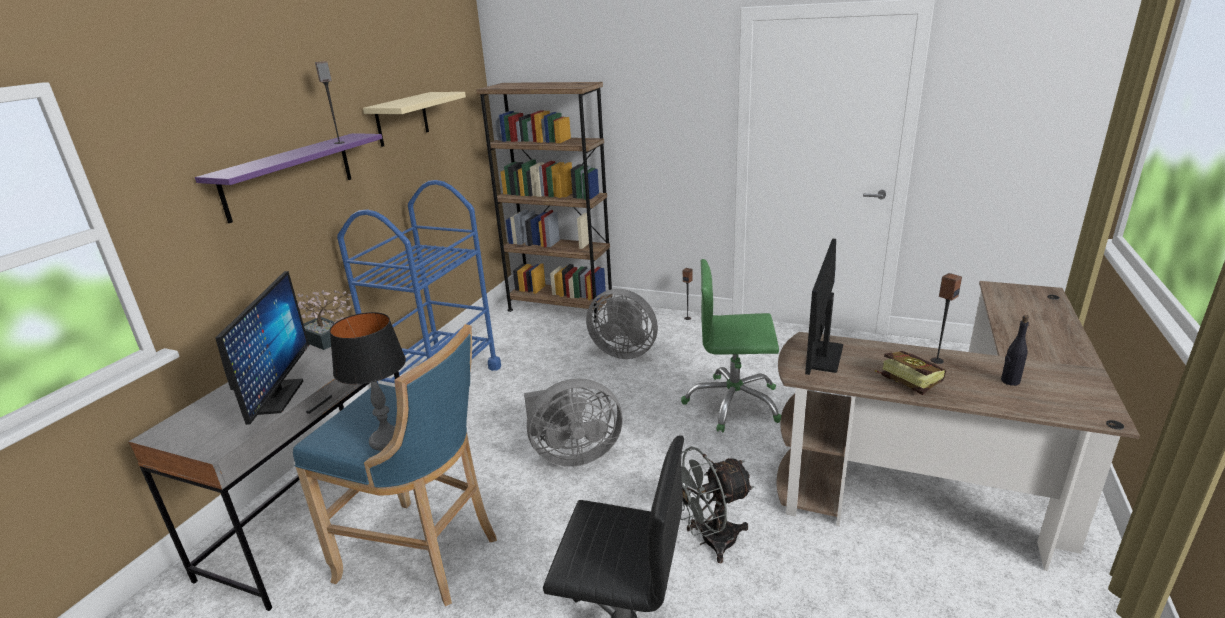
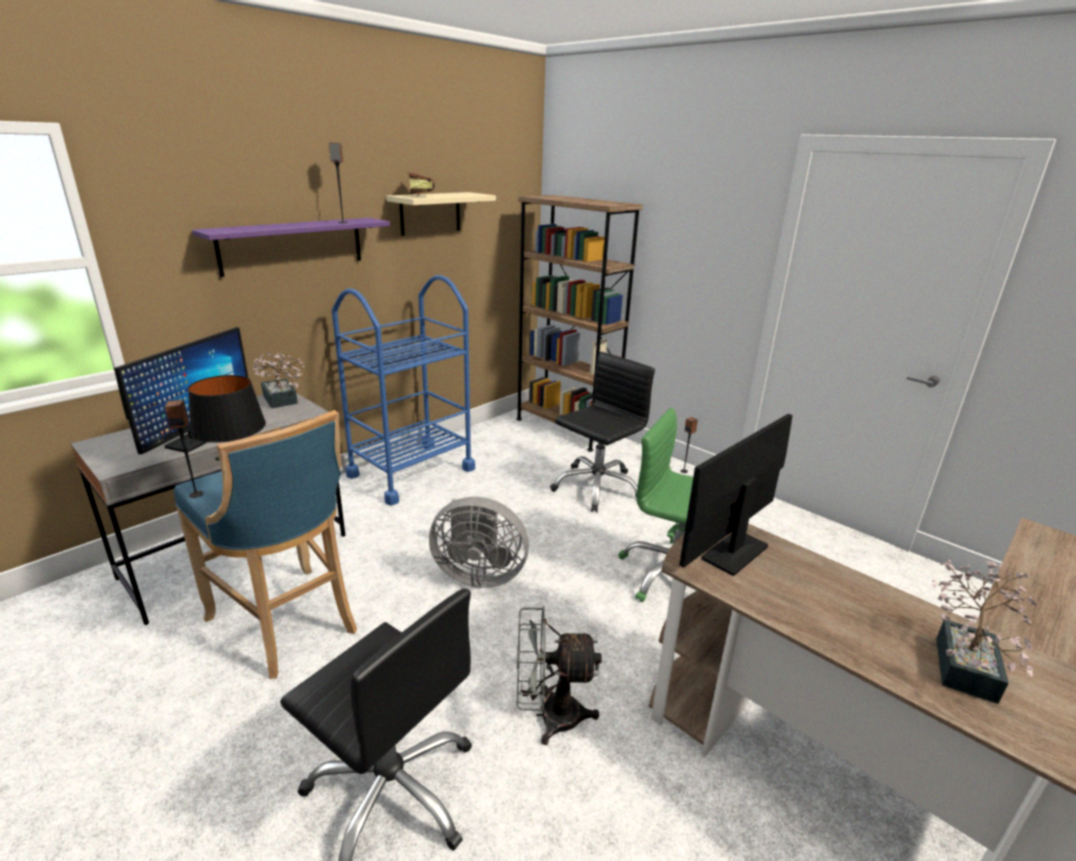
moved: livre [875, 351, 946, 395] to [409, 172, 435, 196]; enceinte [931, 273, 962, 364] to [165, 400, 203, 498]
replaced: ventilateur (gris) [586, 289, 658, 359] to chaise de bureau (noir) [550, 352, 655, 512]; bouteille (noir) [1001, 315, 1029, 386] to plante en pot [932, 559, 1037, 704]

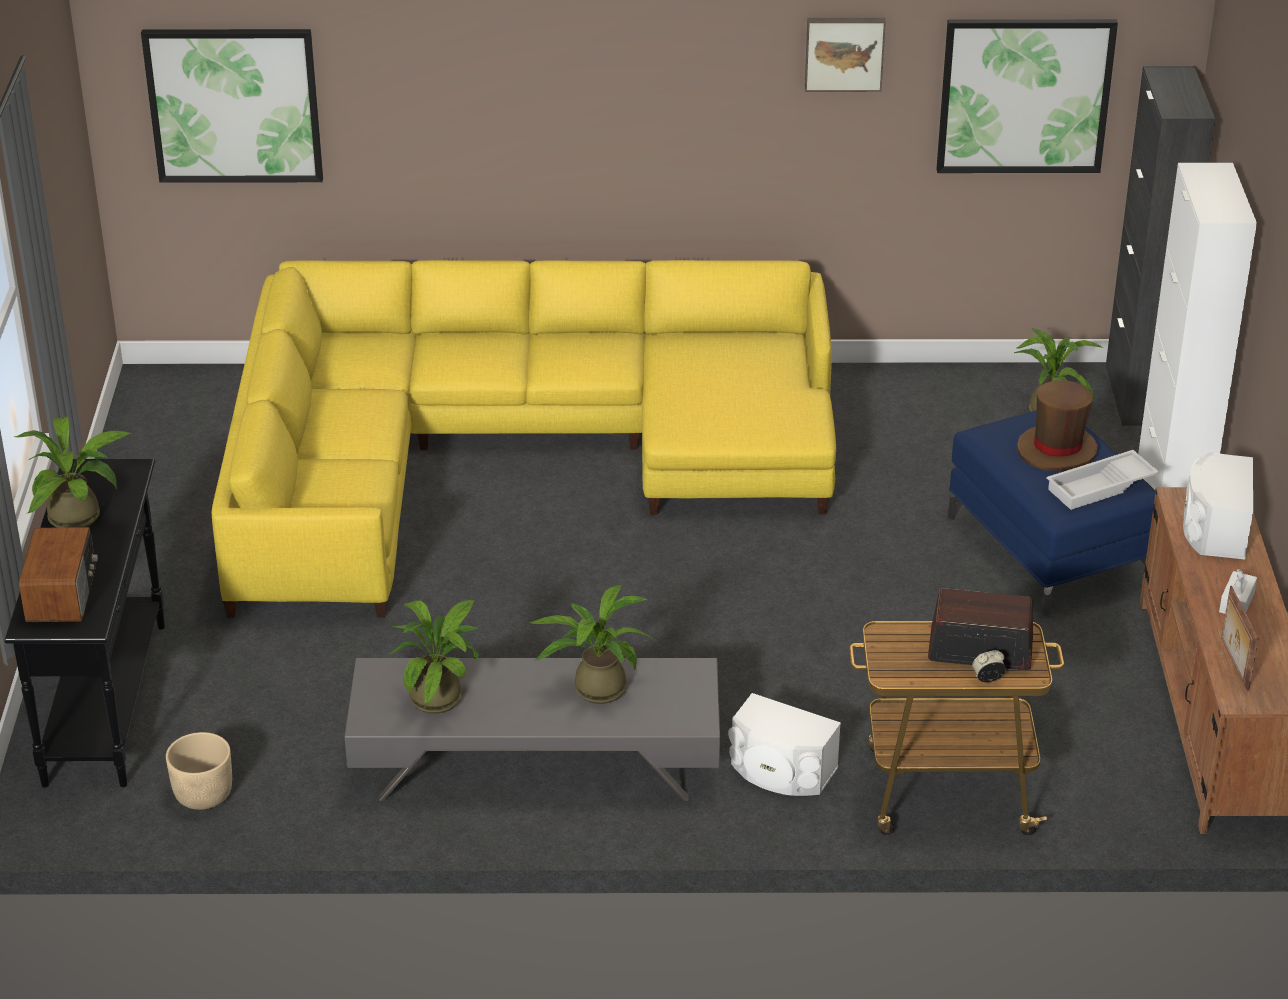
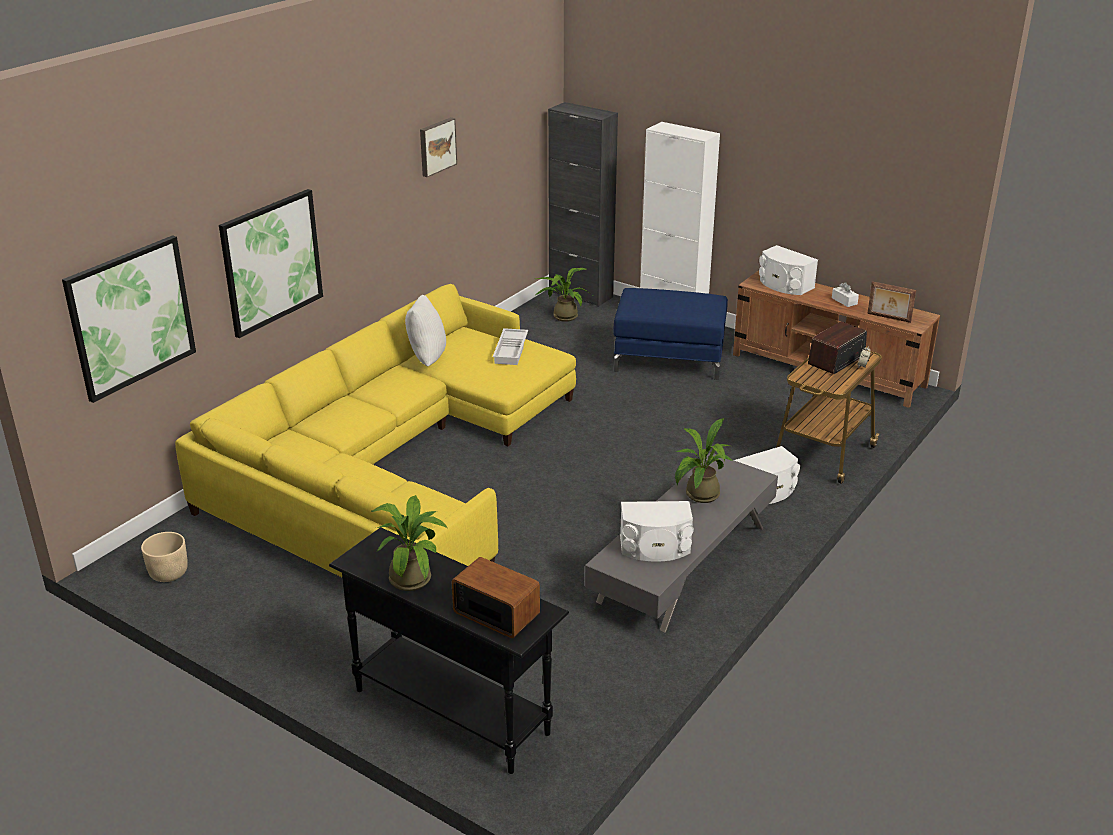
removed: chapeau (marron) [1017, 380, 1098, 471]
added: coussin (blanc) [405, 295, 446, 367]
moved: cache-pot (beige) [166, 732, 232, 810] to [141, 532, 188, 582]; tableau [937, 19, 1118, 173] to [219, 189, 323, 338]; plateau (blanc) [1046, 450, 1159, 510] to [493, 328, 528, 365]
replaced: plante en pot [390, 600, 479, 714] to enceinte (blanc) [620, 501, 694, 562]

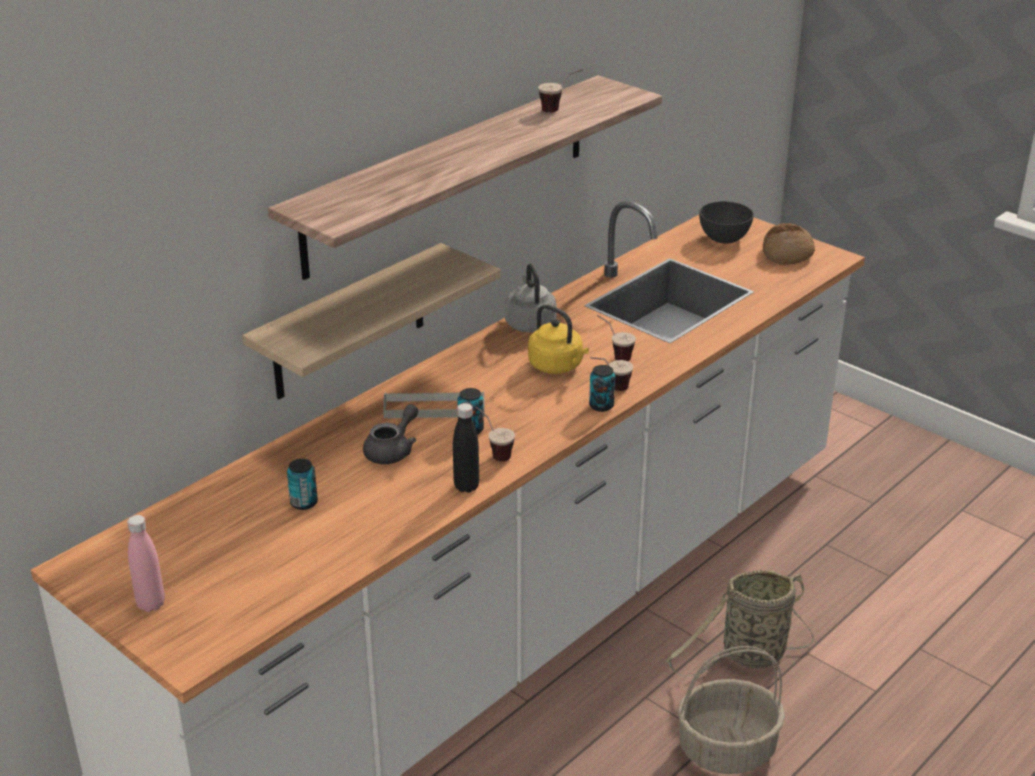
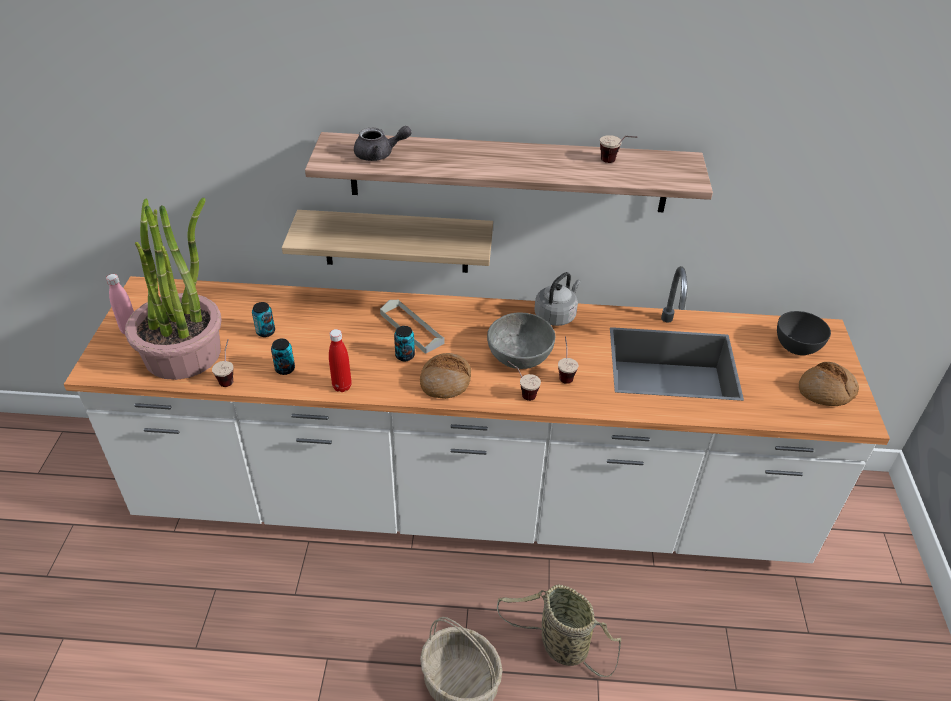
added: plante en pot [125, 198, 221, 380]; pain [420, 353, 471, 399]
moved: théière (gris) [363, 404, 418, 464] to [354, 126, 412, 161]; tasse [476, 407, 515, 461] to [212, 339, 233, 387]; boîte métallique [589, 365, 615, 412] to [271, 339, 295, 375]
replaced: bouilloire (jaune) [528, 305, 589, 374] to bol (gris) [487, 312, 555, 369]
recoloured: bouteille (noir) [453, 403, 479, 493] to bouteille (rouge) [329, 329, 352, 392]

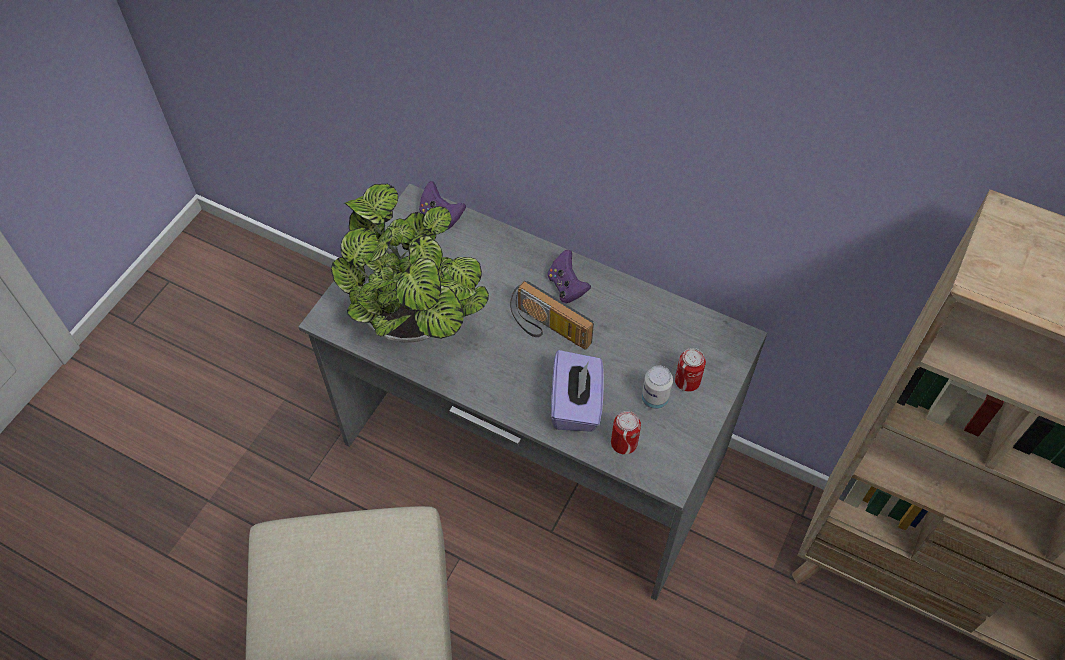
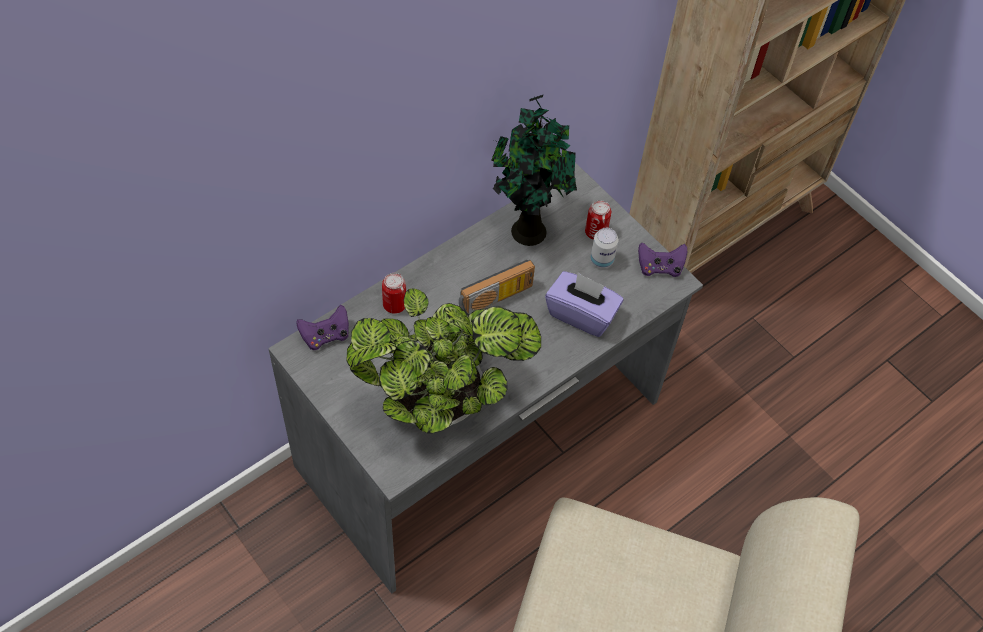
added: plante en pot [491, 94, 577, 246]
moved: manette (violet) [548, 250, 591, 304] to [638, 242, 687, 277]; boîte métallique [611, 411, 641, 455] to [382, 273, 406, 314]

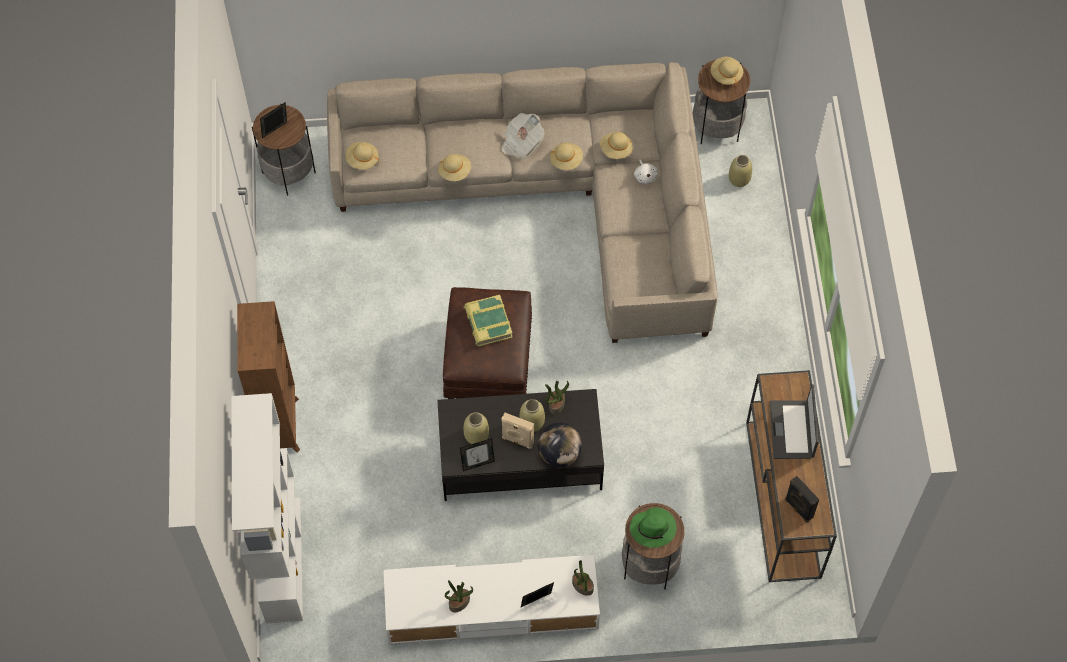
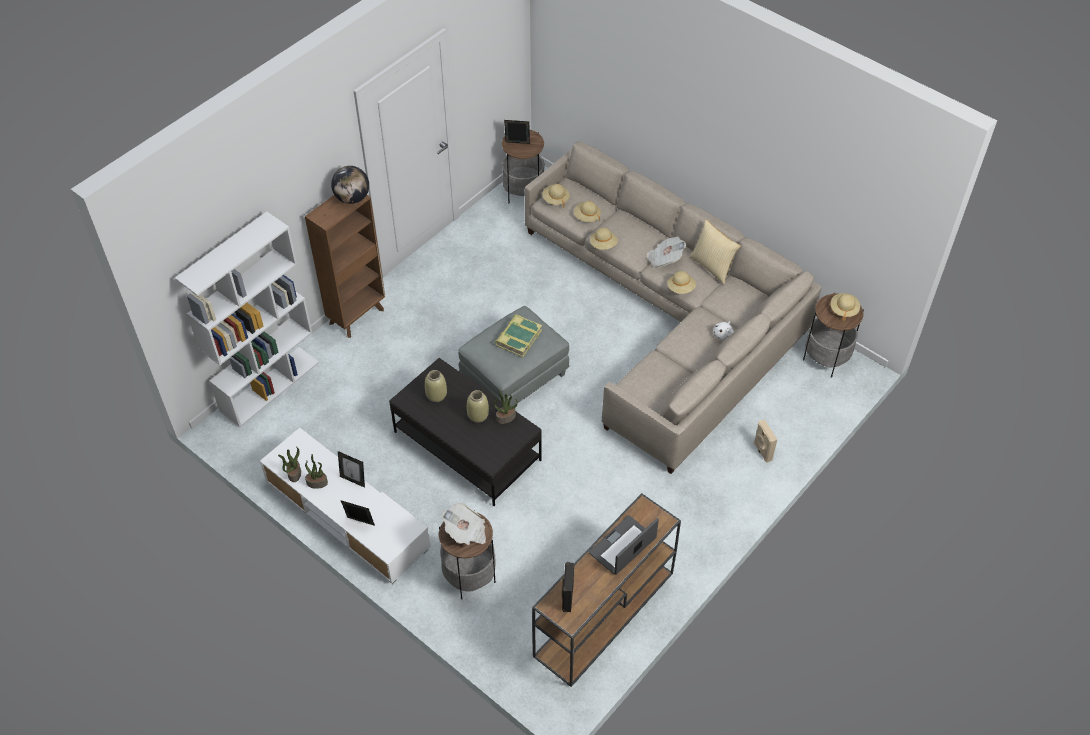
removed: vase (beige) [729, 155, 752, 187]
added: coussin [690, 219, 741, 285]
moved: cadre photo [460, 438, 495, 471] to [338, 451, 365, 488]; enceinte (beige) [501, 413, 534, 449] to [754, 419, 777, 463]; globe [537, 423, 582, 467] to [331, 166, 369, 204]; plante en pot [572, 560, 594, 596] to [278, 447, 301, 482]; chapeau (beige) [600, 132, 633, 159] to [574, 201, 601, 222]
replaced: chapeau (vert) [630, 507, 677, 548] to journal [442, 503, 486, 545]
recoloured: pouf (marron) [443, 287, 532, 399] to pouf (gris) [458, 306, 569, 406]

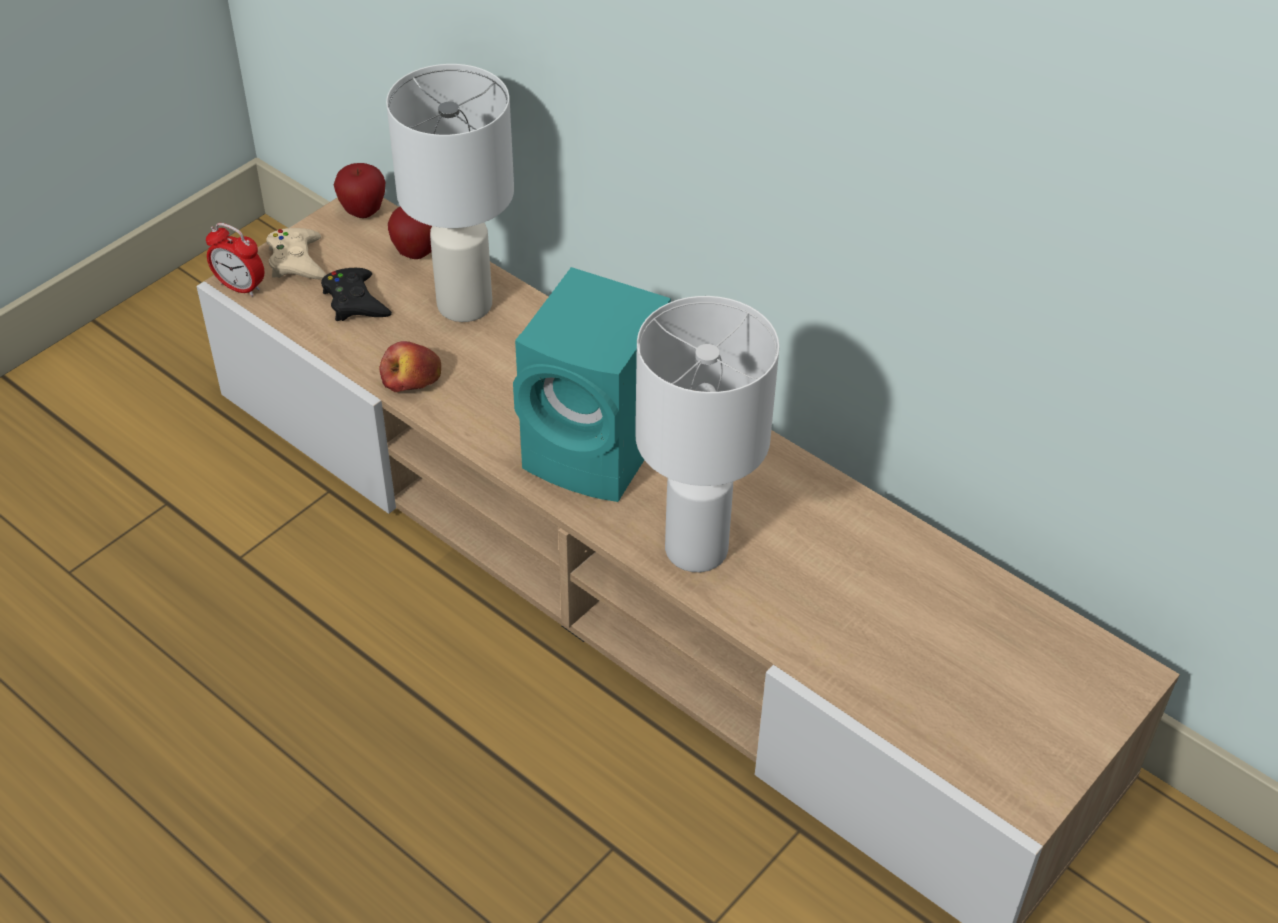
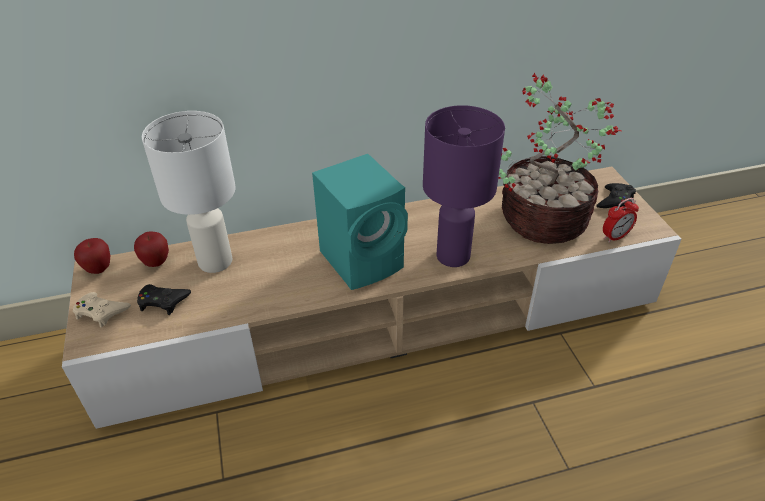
removed: pomme [380, 341, 441, 392]
added: plante en pot [498, 73, 621, 244]; manette (noir) [596, 183, 636, 208]
moved: réveil [206, 223, 264, 297] to [603, 198, 639, 243]
recoloured: lampe de table (blanc) [635, 296, 780, 572] to lampe de table (violet) [423, 105, 505, 267]

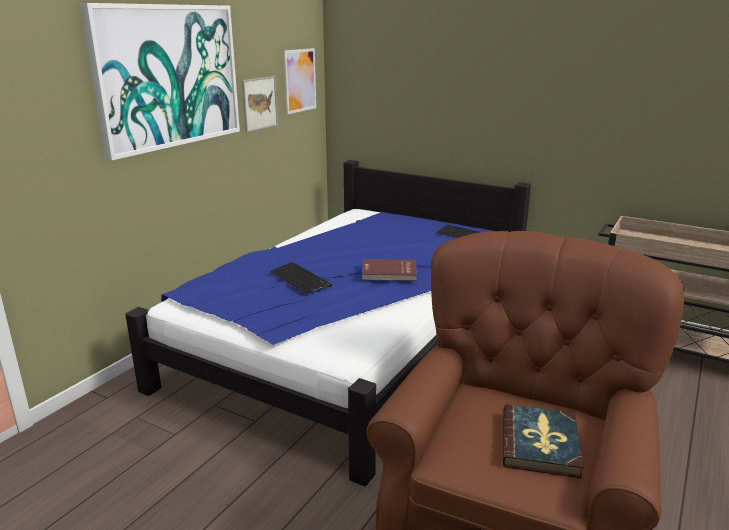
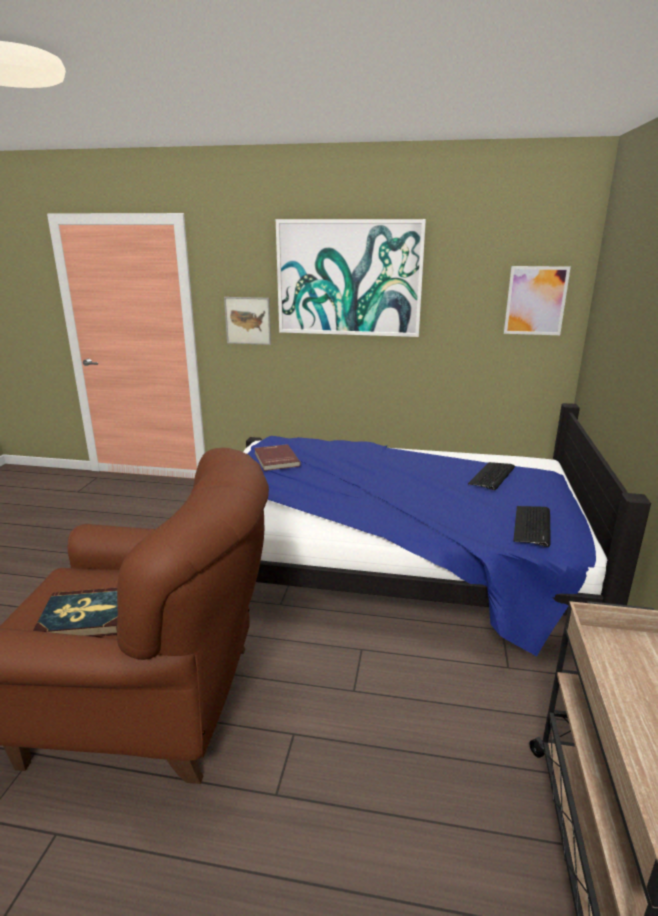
moved: tableau [242, 76, 278, 132] to [224, 297, 271, 345]; clavier [270, 262, 332, 294] to [468, 462, 515, 490]; livre (rouge) [362, 259, 417, 281] to [254, 444, 301, 471]

